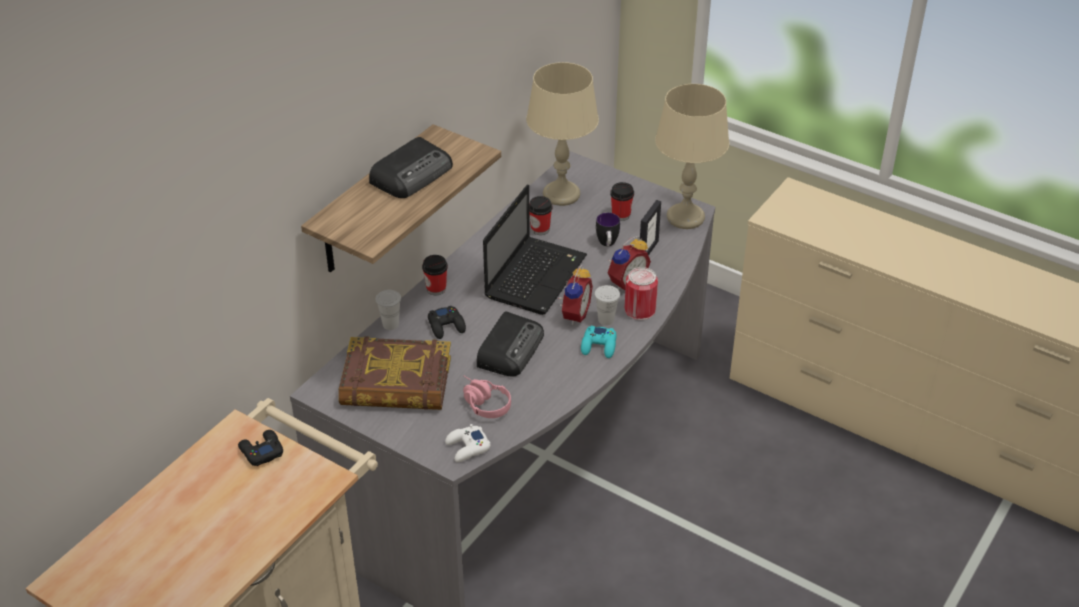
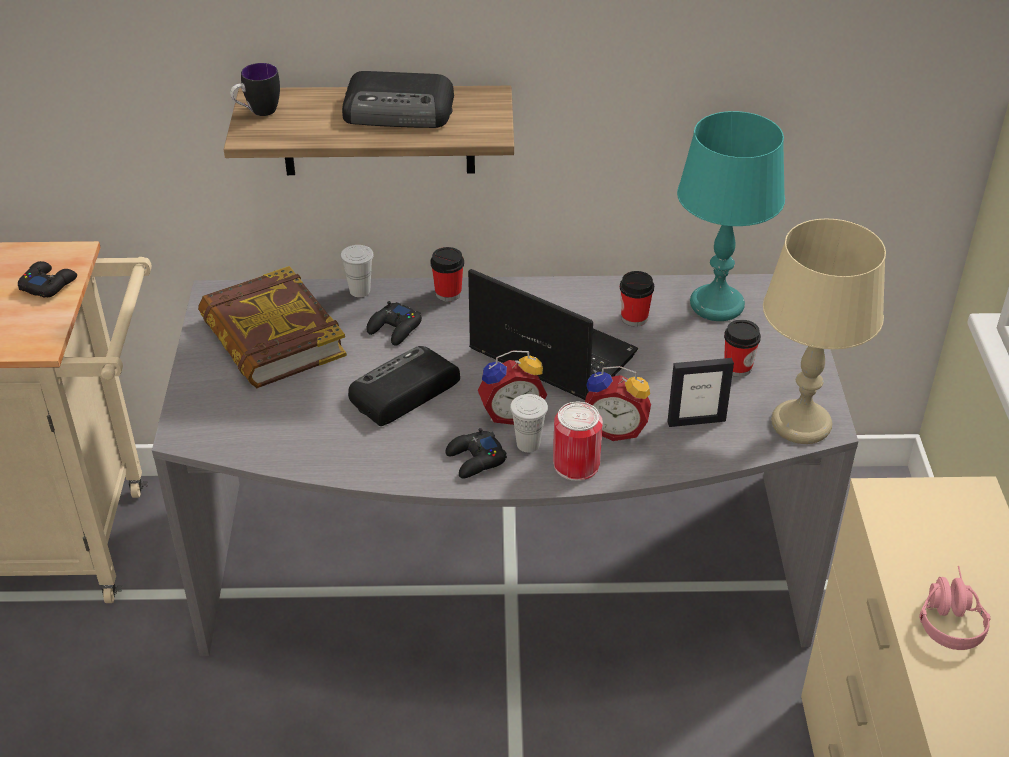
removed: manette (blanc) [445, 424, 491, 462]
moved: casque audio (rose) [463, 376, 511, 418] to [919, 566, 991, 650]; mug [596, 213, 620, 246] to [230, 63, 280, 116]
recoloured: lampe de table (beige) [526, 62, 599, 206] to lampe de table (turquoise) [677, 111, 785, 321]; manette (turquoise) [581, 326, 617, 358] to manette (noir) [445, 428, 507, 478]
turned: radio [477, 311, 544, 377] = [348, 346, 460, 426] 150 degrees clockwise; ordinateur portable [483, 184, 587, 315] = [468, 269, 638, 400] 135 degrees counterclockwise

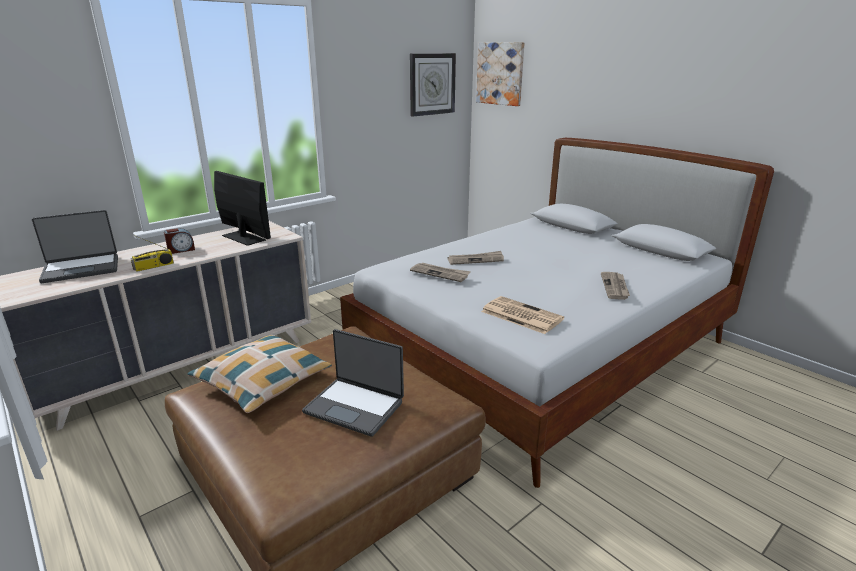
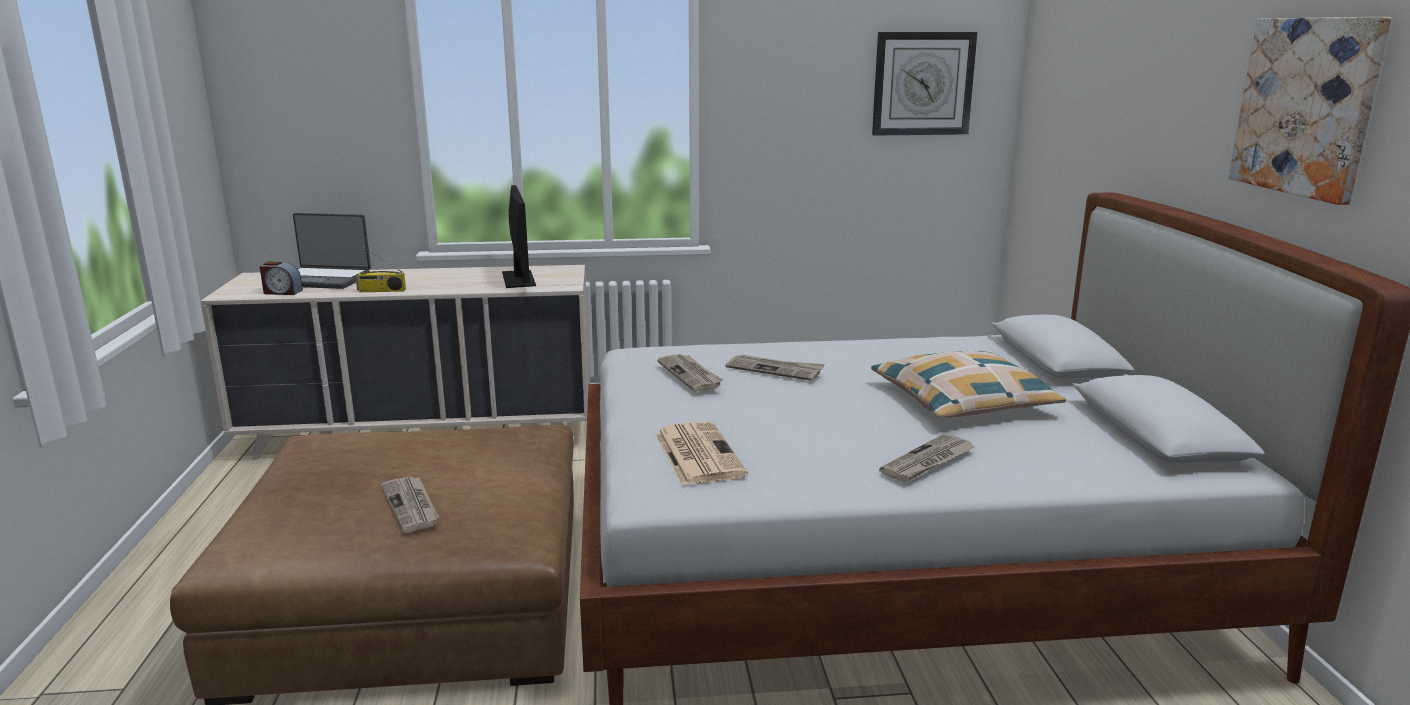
moved: réveil [164, 228, 195, 254] to [259, 262, 303, 295]; coussin [187, 335, 332, 413] to [871, 351, 1066, 418]; tableau [476, 42, 525, 106] to [1229, 17, 1392, 205]
replaced: ordinateur portable [302, 329, 404, 437] to journal [381, 476, 439, 533]

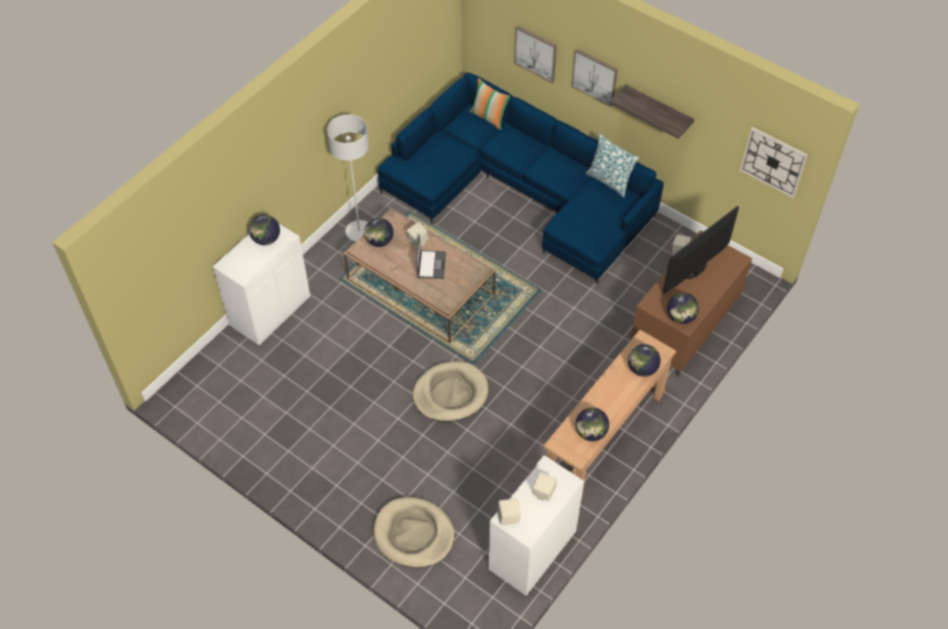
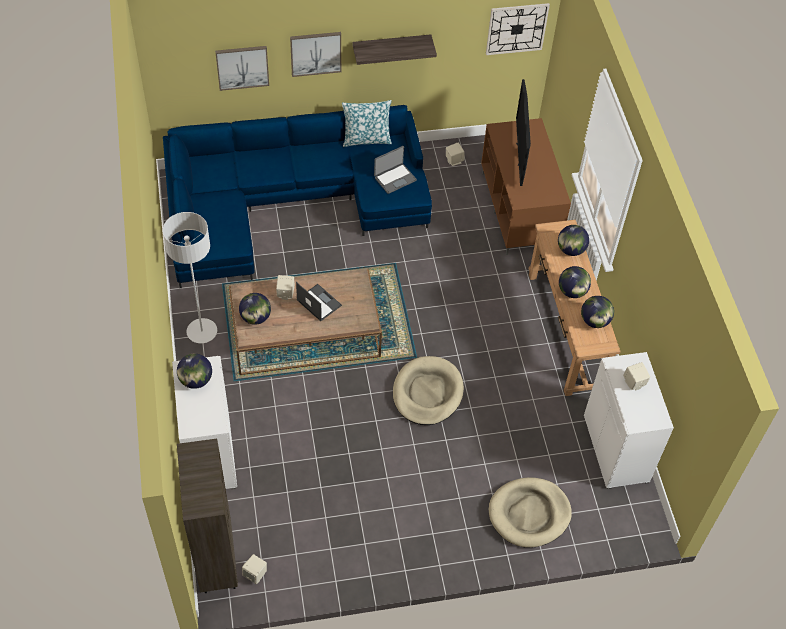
removed: coussin [470, 78, 510, 130]
added: bibliothèque (marron) [177, 439, 238, 593]; ordinateur portable [374, 146, 417, 194]
moved: enceinte (beige) [497, 499, 521, 526] to [242, 554, 267, 584]; globe [667, 293, 699, 324] to [559, 266, 591, 298]

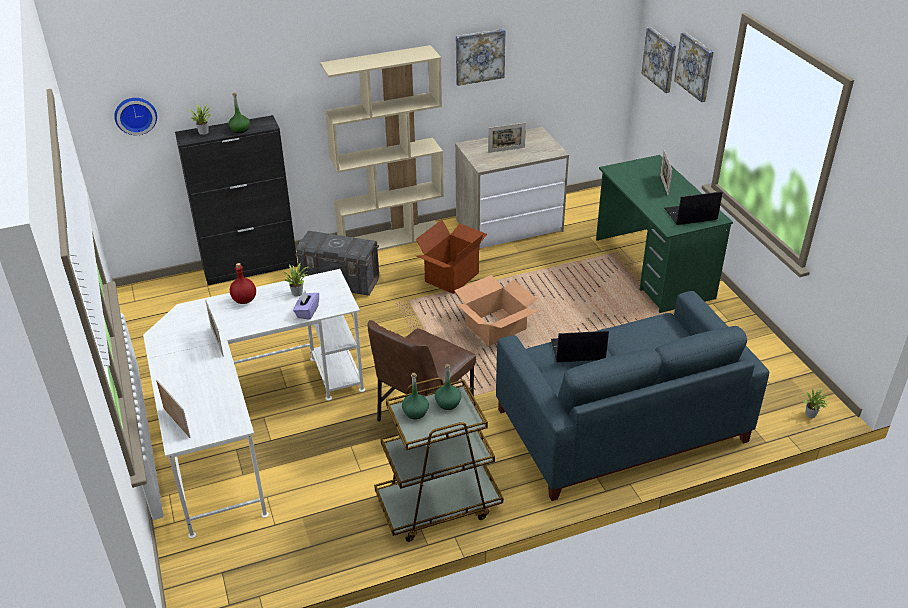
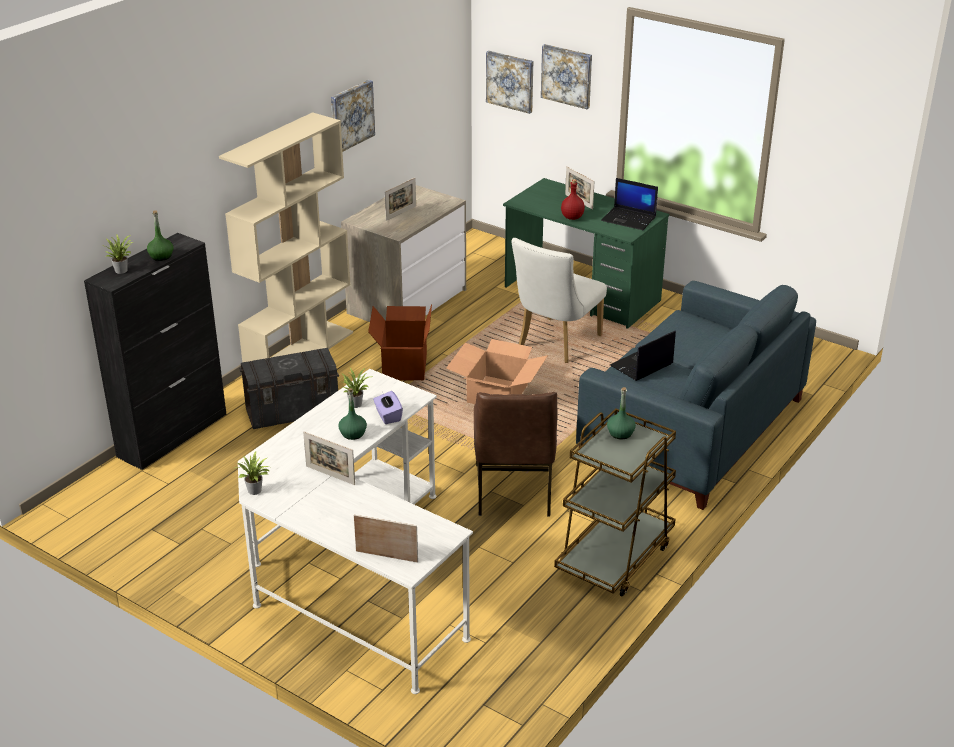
removed: horloge murale [114, 98, 157, 135]
added: chaise (blanc) [512, 238, 607, 363]
moved: bouteille (rouge) [230, 263, 256, 304] to [561, 179, 585, 220]; bouteille (vert) [402, 373, 429, 419] to [338, 388, 367, 440]; plante en pot [802, 387, 829, 418] to [235, 451, 270, 495]
turned: ordinateur portable [665, 191, 723, 225] = [601, 178, 658, 230] 105 degrees counterclockwise

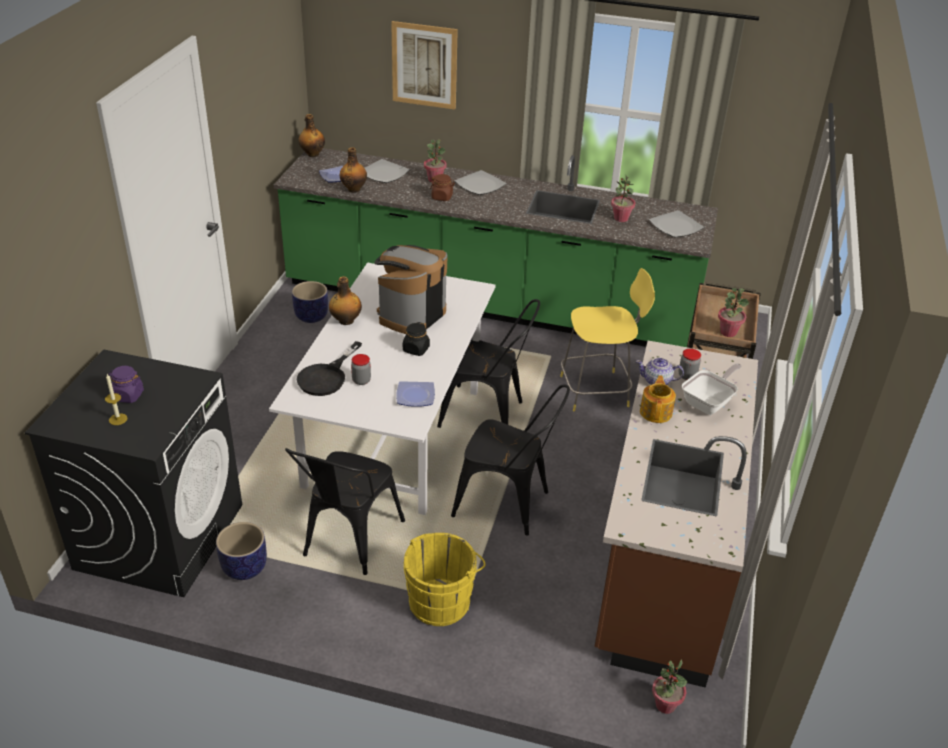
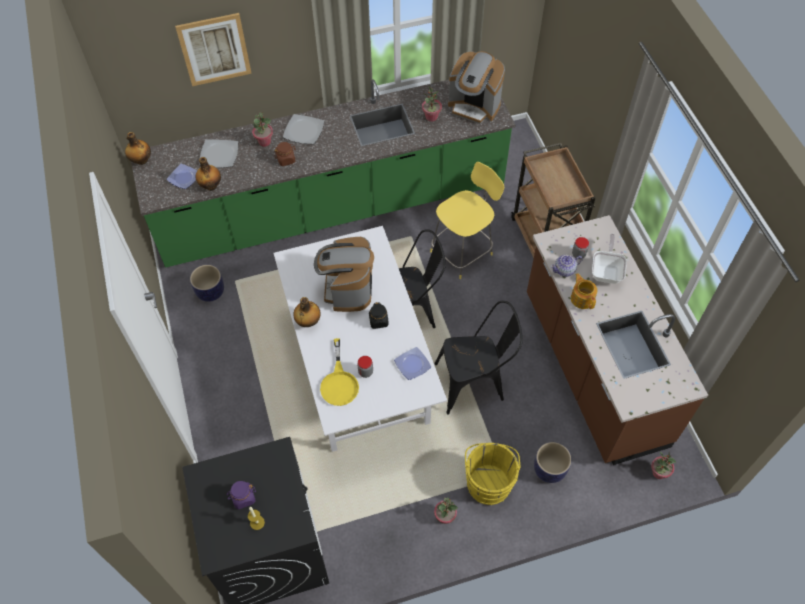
removed: chaise (noir) [285, 448, 405, 575]
moved: cache-pot [216, 522, 267, 580] to [534, 442, 572, 483]; plante en pot [718, 288, 749, 337] to [434, 497, 458, 524]
replaced: assiette [649, 210, 704, 237] to machine à café [448, 51, 505, 124]
recoloured: poêle (noir) [297, 341, 362, 396] to poêle (jaune) [320, 338, 359, 406]

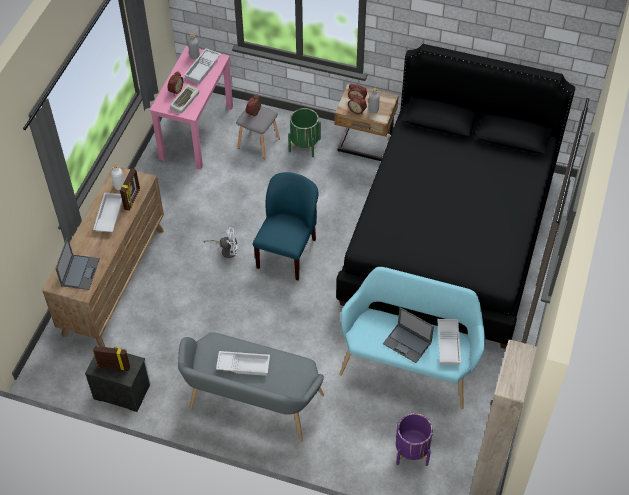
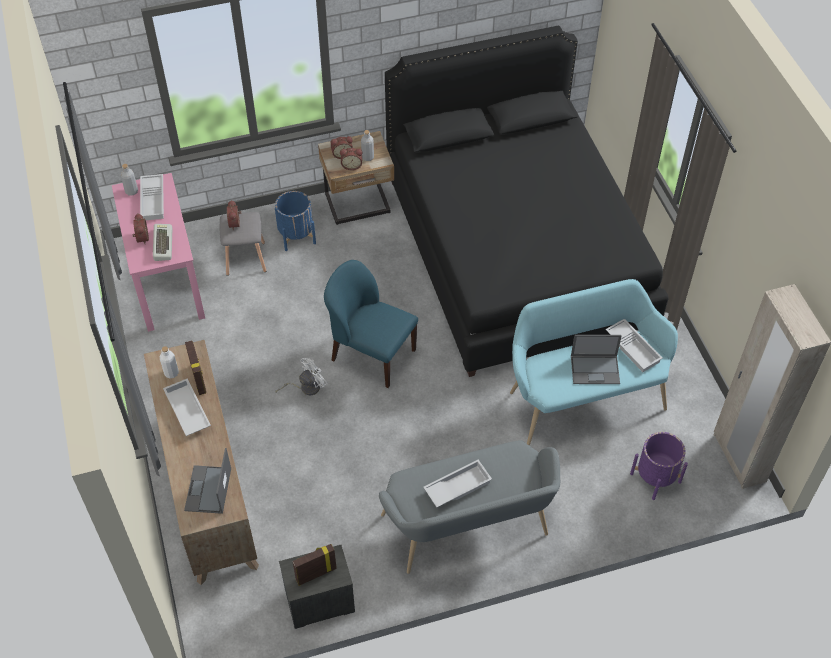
recoloured: cache-pot (vert) [288, 108, 321, 157] to cache-pot (bleu) [275, 191, 316, 251]
turned: ordinateur portable [55, 237, 100, 290] = [184, 448, 231, 514] 150 degrees counterclockwise; chaise (bleu) [253, 172, 318, 280] = [324, 260, 418, 388] 45 degrees counterclockwise

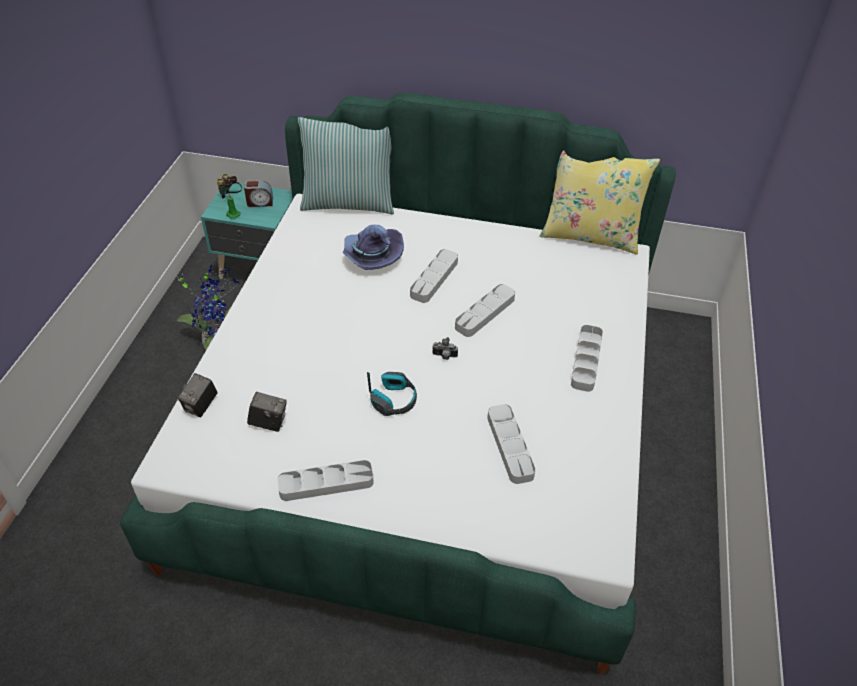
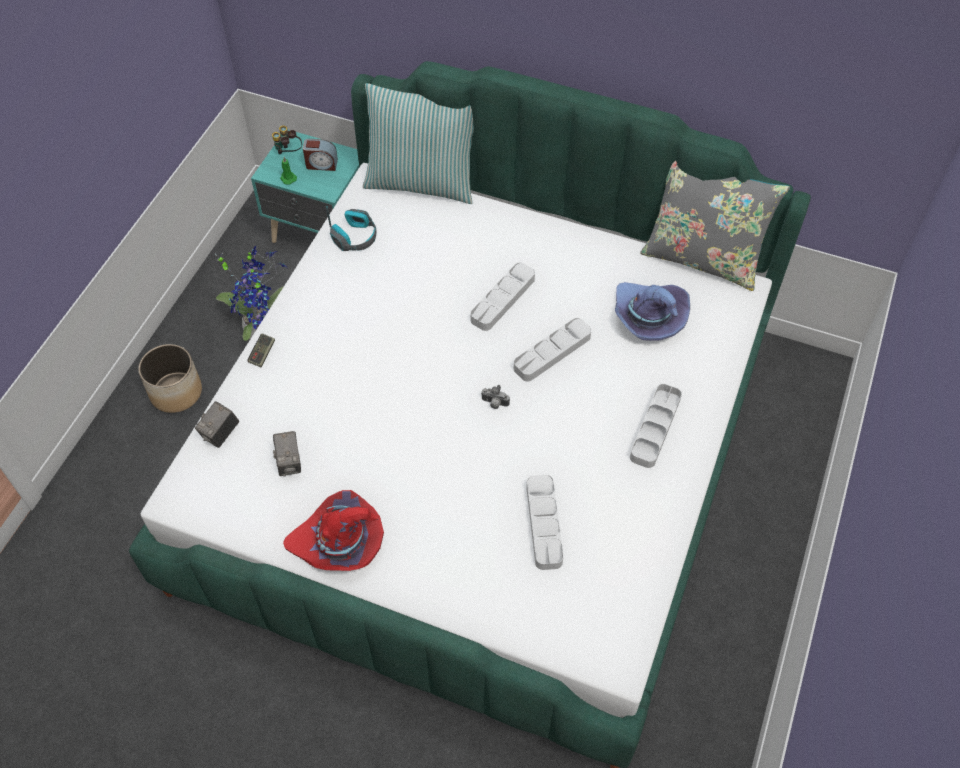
added: cache-pot [138, 344, 202, 413]; manette [248, 333, 275, 367]
moved: chapeau (violet) [343, 225, 404, 270] to [615, 282, 690, 341]; casque audio [367, 372, 417, 416] to [326, 206, 377, 251]
replaced: plateau (gris) [278, 460, 373, 501] to chapeau (rouge) [283, 490, 384, 571]
recoloured: coussin (jaune) [540, 151, 660, 254] to coussin (gris) [640, 161, 790, 291]
turned: appareil photo [247, 392, 287, 432] = [273, 431, 301, 476] 60 degrees clockwise

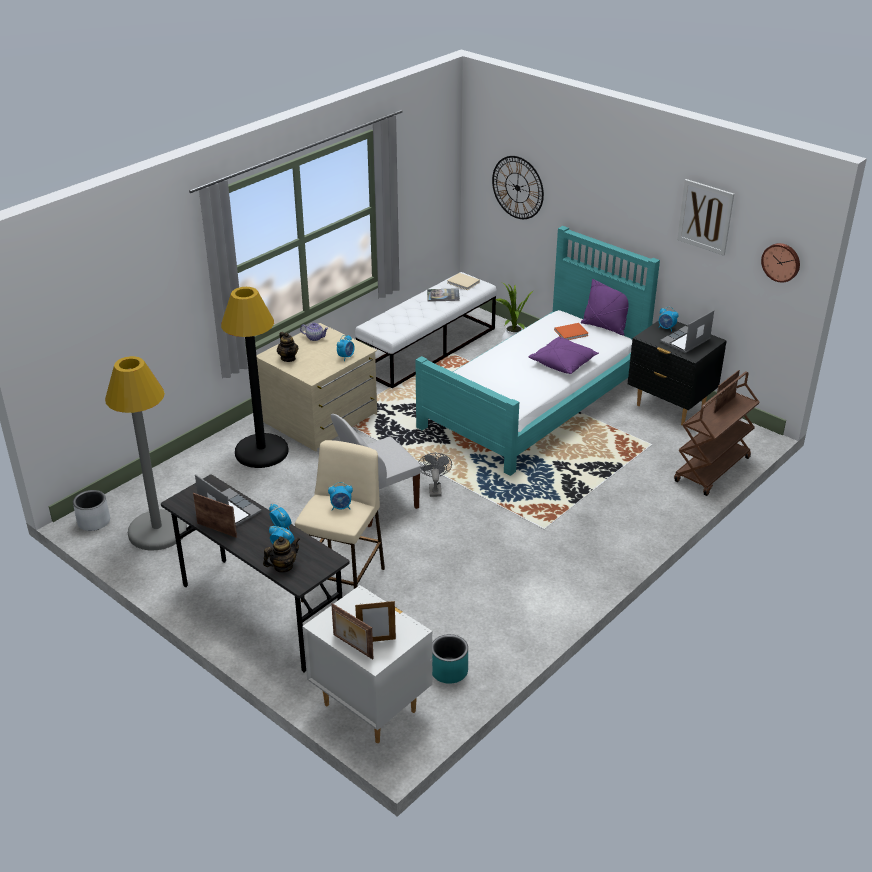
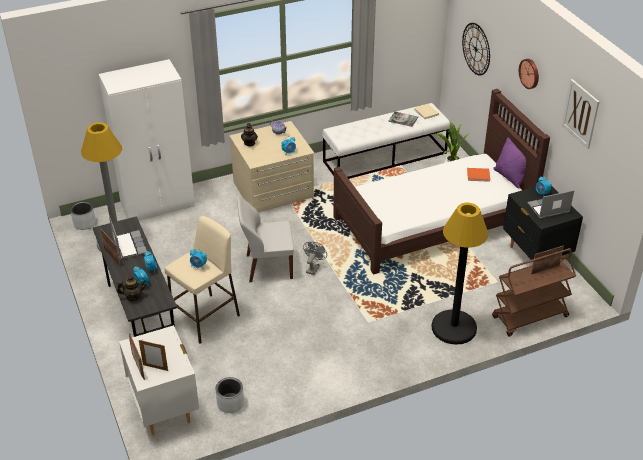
removed: coussin (violet) [529, 336, 599, 374]
added: armoire (blanc) [99, 59, 195, 220]
moved: lampadaire (noir) [221, 287, 289, 468] to [432, 203, 488, 345]; horloge murale [761, 243, 800, 282] to [519, 59, 539, 89]
recoloured: lit (turquoise) [415, 226, 660, 476] to lit (marron) [333, 89, 550, 275]; cache-pot (turquoise) [432, 634, 468, 684] to cache-pot (gris) [216, 377, 244, 413]

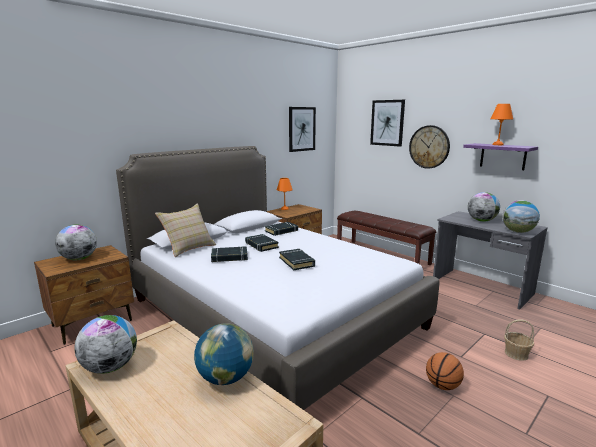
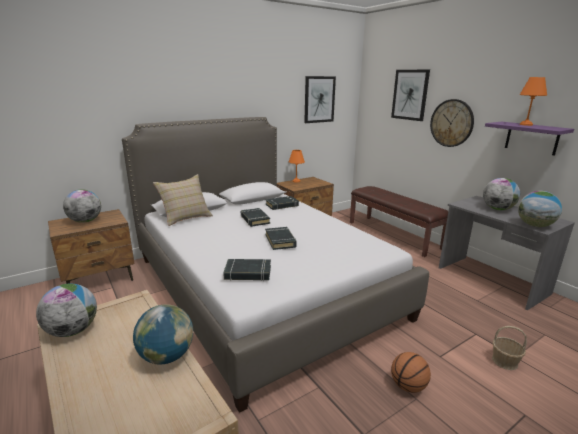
moved: livre (noir) [211, 246, 248, 262] to [223, 259, 271, 281]

